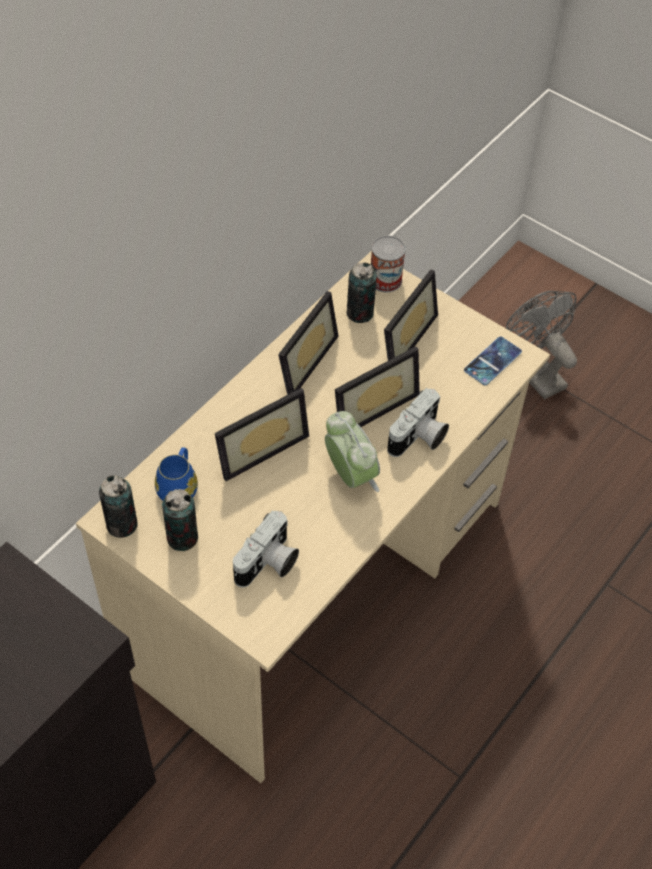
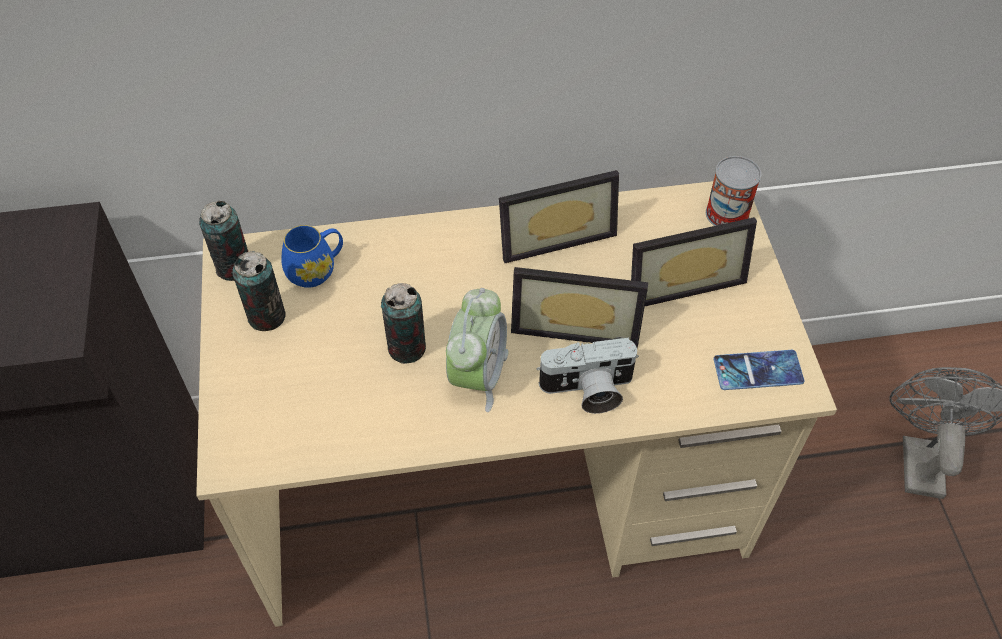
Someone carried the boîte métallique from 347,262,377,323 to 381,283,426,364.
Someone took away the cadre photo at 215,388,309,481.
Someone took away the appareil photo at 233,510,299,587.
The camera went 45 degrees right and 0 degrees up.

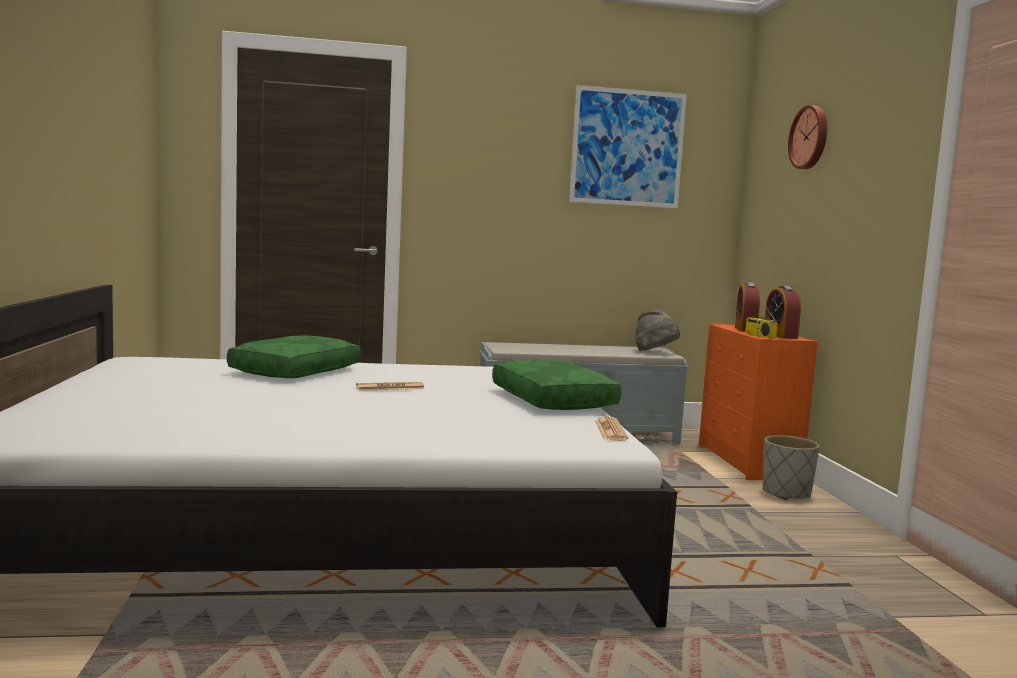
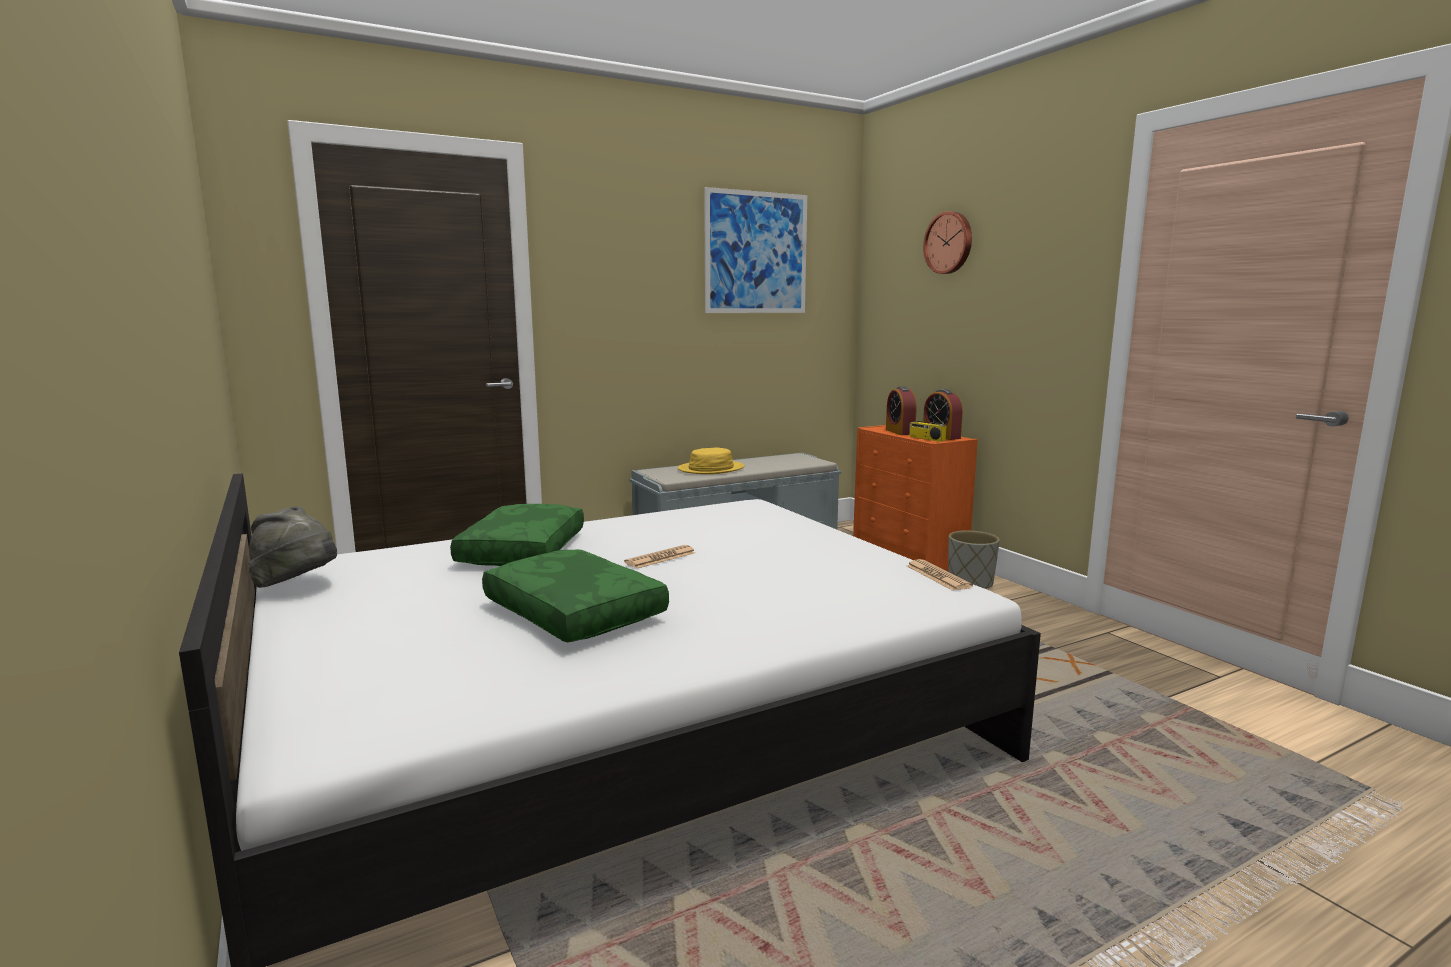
Someone carried the chapeau/gris from 635,309,680,351 to 249,506,337,588.
Someone carried the coussin/vert from 492,359,621,410 to 482,549,669,642.
Someone put down the chapeau/jaune at 678,448,744,474.
The camera went 20 degrees left and 5 degrees up.

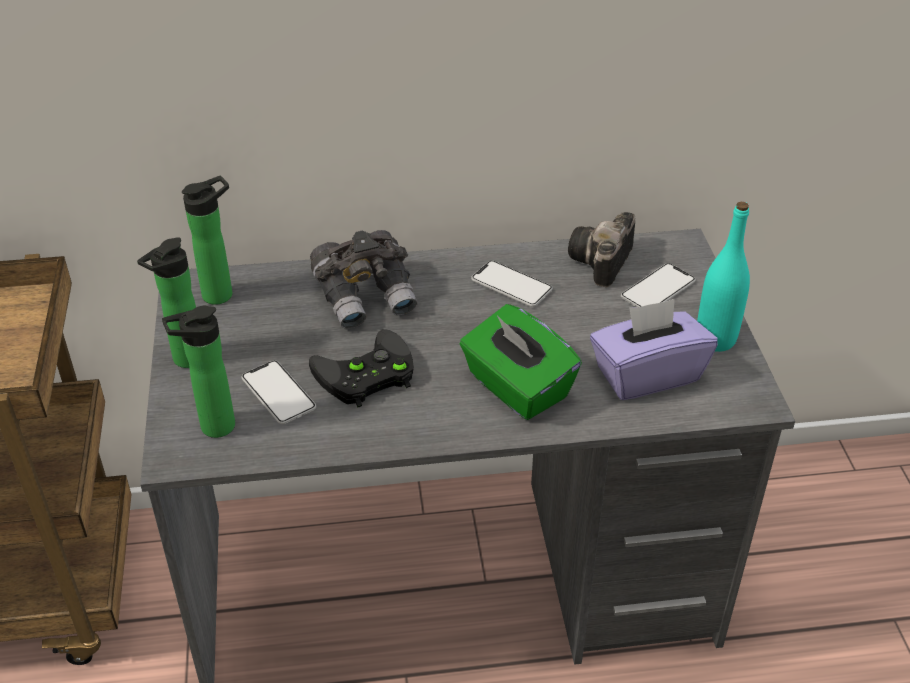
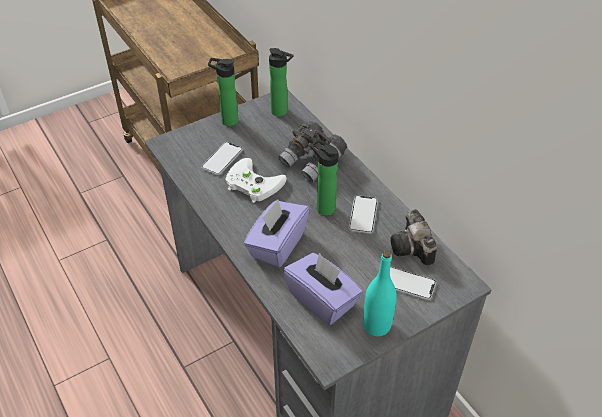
Someone rotated the appareil photo at 568,212,635,287 by 105 degrees counterclockwise.
Someone repainted the boîte à mouchoirs/vert at 460,304,582,420, which became the boîte à mouchoirs/violet at 244,199,310,267.
Someone carried the bouteille from 162,306,235,438 to 311,139,339,216.
Someone repainted the manette/noir at 309,329,414,407, which became the manette/blanc at 225,158,287,203.
The camera went 65 degrees right and 5 degrees up.

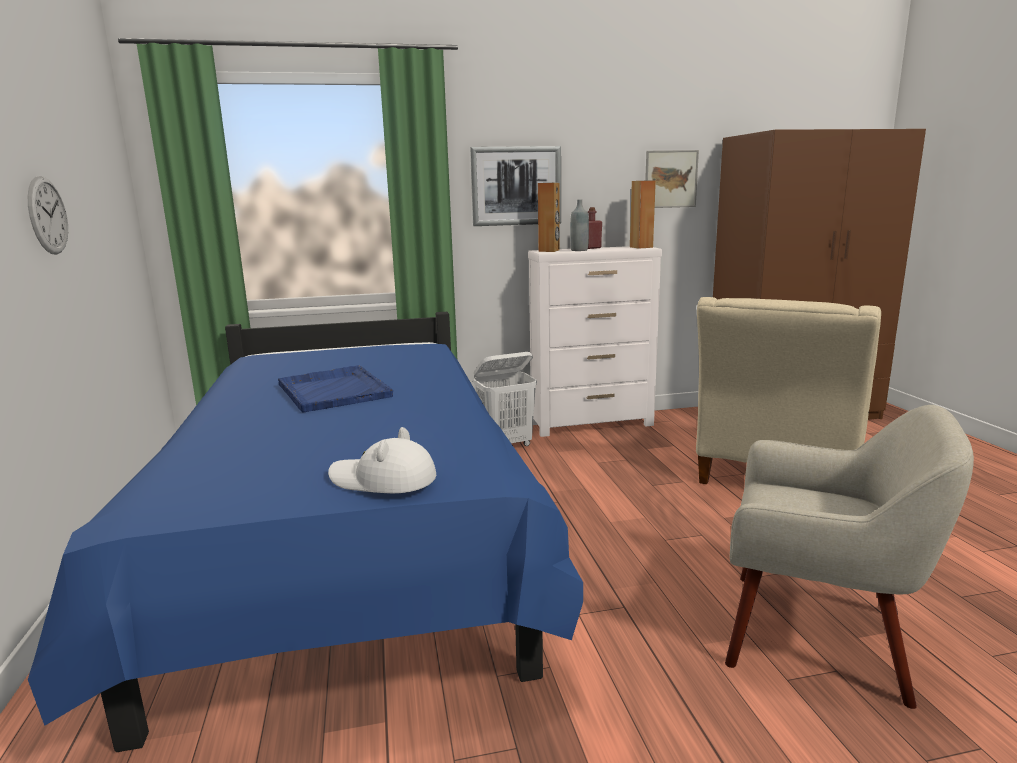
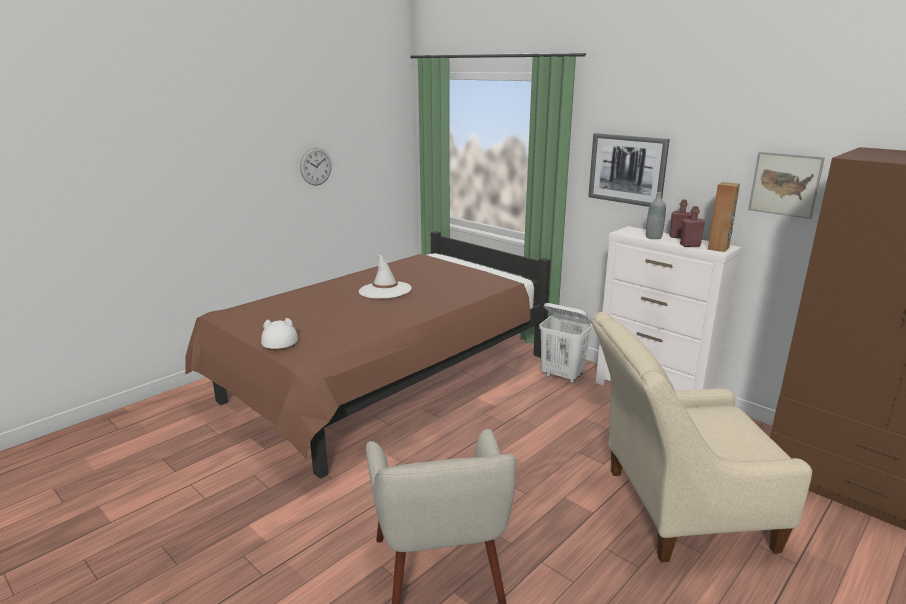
Someone took away the enceinte/marron at 538,183,560,252.
Someone repainted the lit/bleu at 28,312,583,752, which became the lit/marron at 185,231,551,479.
Someone swapped the plateau/bleu at 278,365,393,412 for the chapeau/blanc at 359,255,412,299.
Someone put down the bouteille/rouge at 680,206,705,247.
The camera went 55 degrees right and 5 degrees up.

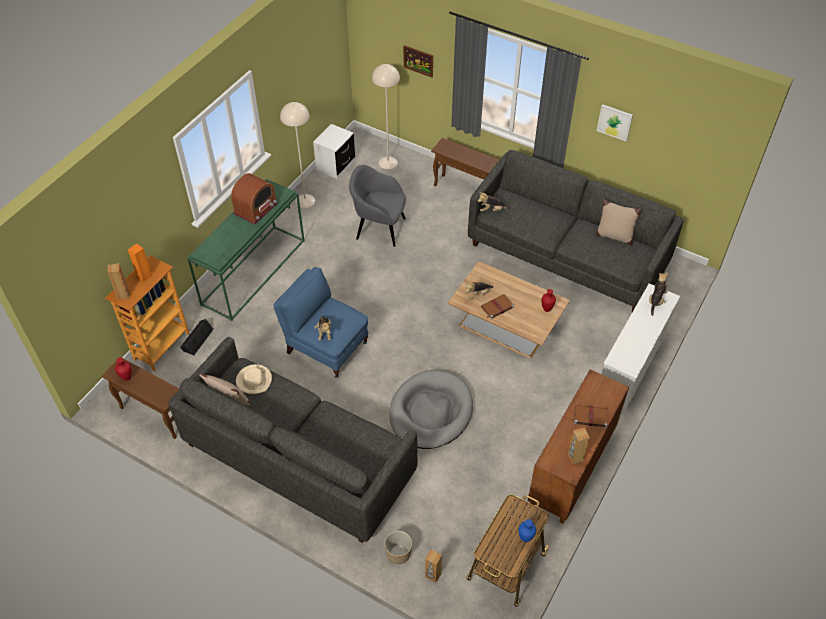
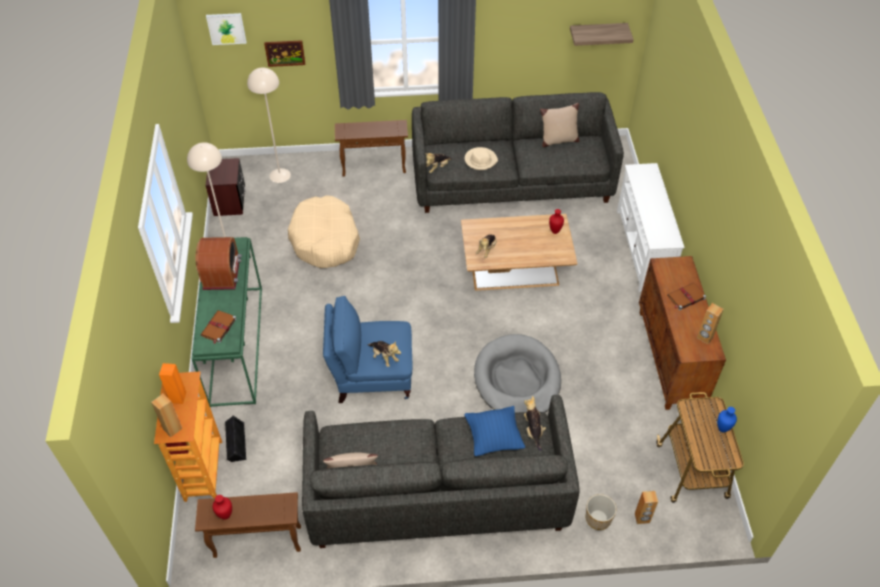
Someone carried the tableau from 597,104,633,141 to 206,13,247,45.
Someone repainted the table de chevet/blanc at 313,124,355,179, which became the table de chevet/marron at 205,158,245,216.
Someone swapped the fauteuil/gris at 349,165,406,247 for the panier pour chien/beige at 288,195,360,268.
Someone carried the peluche from 649,272,668,316 to 524,396,546,451.
Someone carried the livre/marron from 481,294,514,319 to 201,310,237,344.
Someone carried the chapeau/beige from 236,364,272,394 to 465,147,498,170.
Someone put up the étagère at 570,23,634,46.
Someone put down the coussin/bleu at 464,406,525,456.
The camera went 35 degrees left and 0 degrees up.

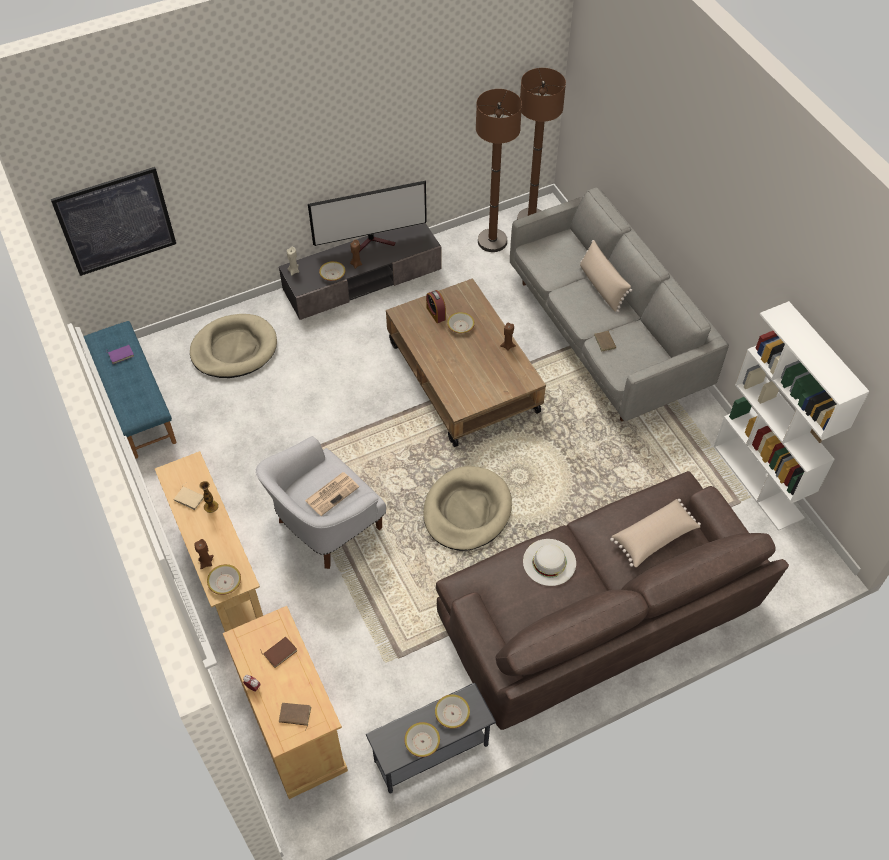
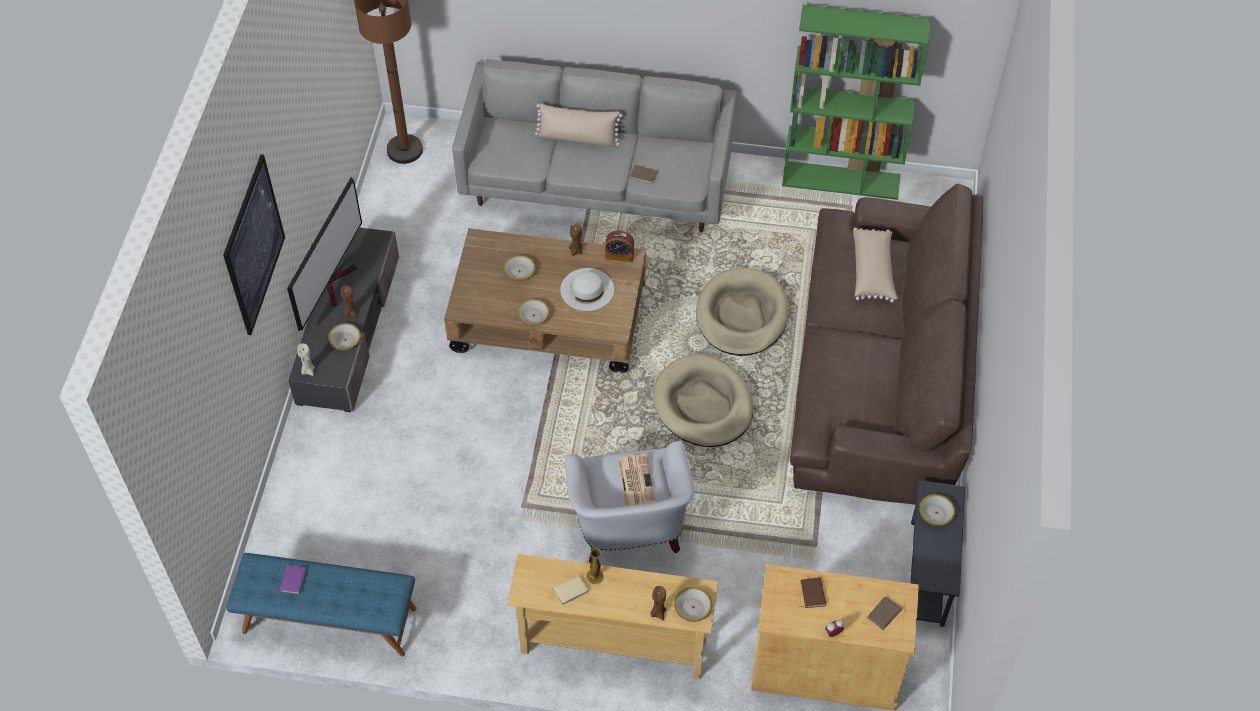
Someone took away the lampadaire/marron at 476,89,522,252.
Someone carried the tableau from 51,167,176,276 to 223,154,285,335.
Someone carried the réveil from 426,290,446,323 to 605,231,634,262.
Someone repainted the bibliothèque/blanc at 714,301,870,531, which became the bibliothèque/vert at 782,4,930,200.
Someone carried the panier pour chien/beige from 190,314,277,378 to 696,268,789,356.
Someone carried the chapeau/blanc from 523,539,576,586 to 560,268,614,311.
Someone carried the bol from 404,722,440,757 to 517,299,550,326.
The camera went 55 degrees left and 0 degrees up.

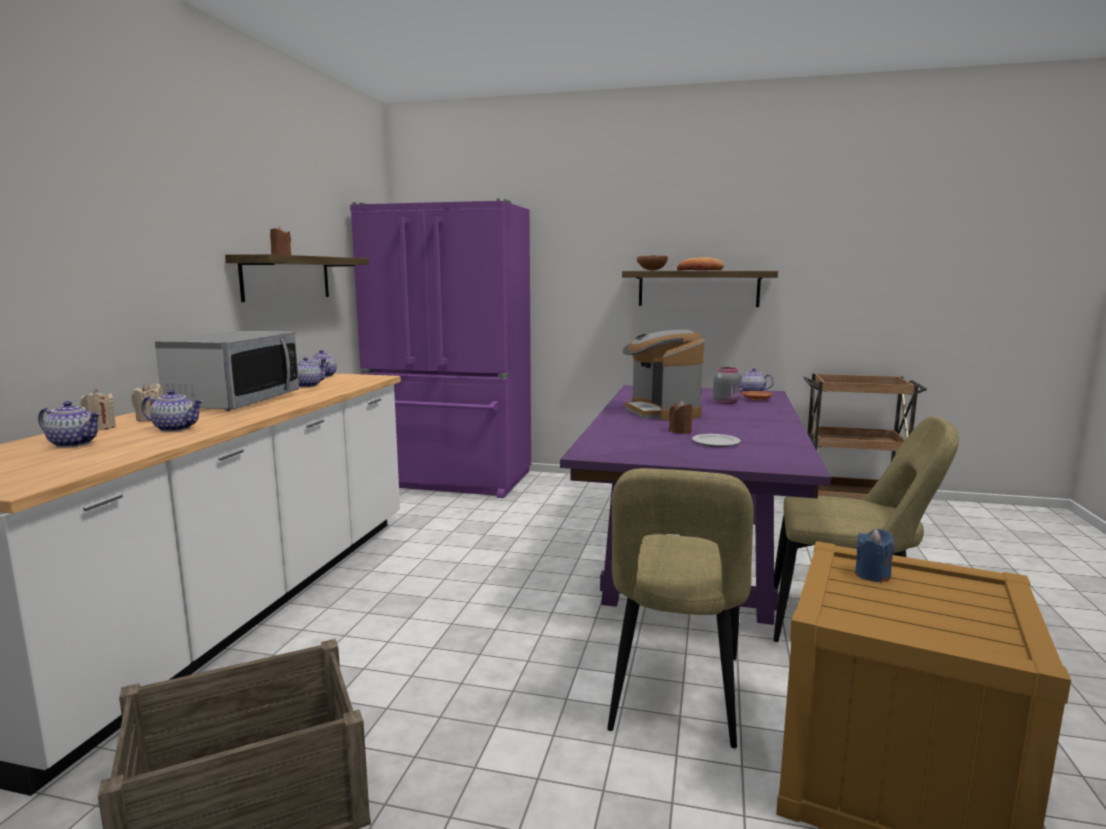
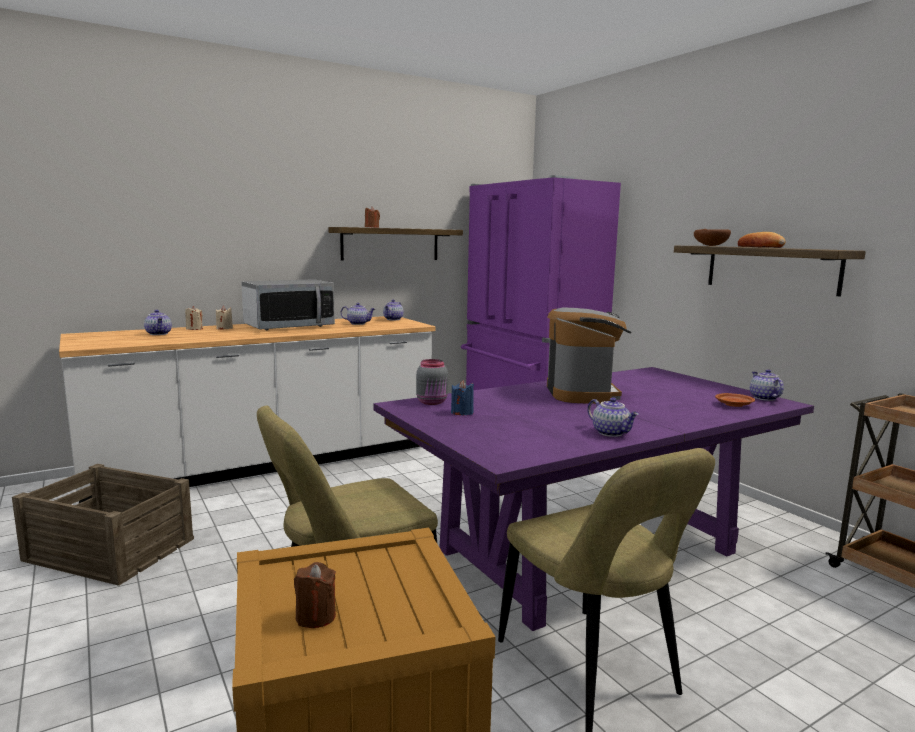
Someone rotated the machine à café at 623,330,704,421 by 150 degrees clockwise.
Someone carried the bocal/gris from 713,367,741,404 to 416,359,448,405.
Someone carried the théière from 142,390,203,432 to 587,397,639,437.
Someone carried the bougie/marron from 669,400,693,434 to 294,562,336,628.
Someone took away the assiette at 692,434,741,447.
Someone carried the bougie/bleu from 855,529,895,582 to 451,380,474,415.
The camera went 45 degrees right and 0 degrees up.

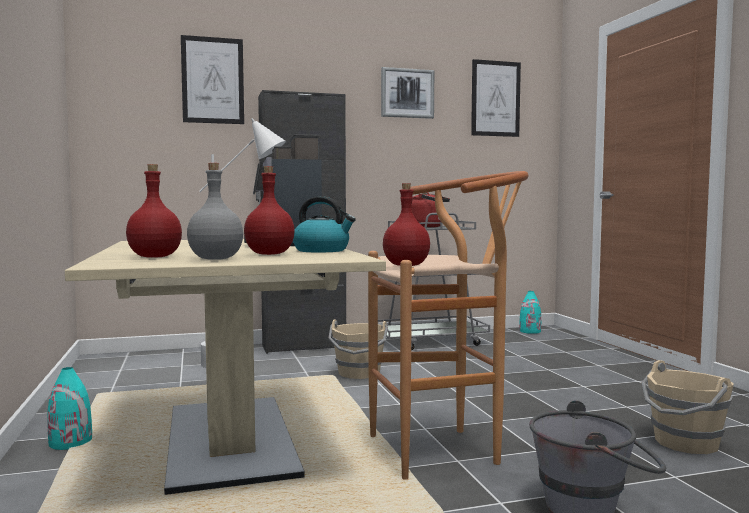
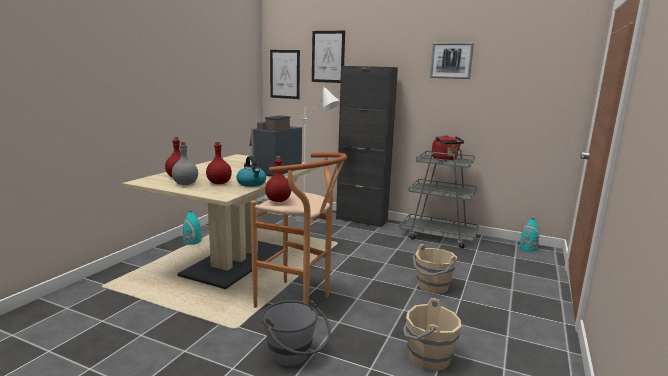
Someone carried the tableau from 471,59,521,137 to 270,50,300,99.
Someone carried the seau/beige from 328,319,388,379 to 413,244,457,294.
The camera went 40 degrees right and 10 degrees up.

